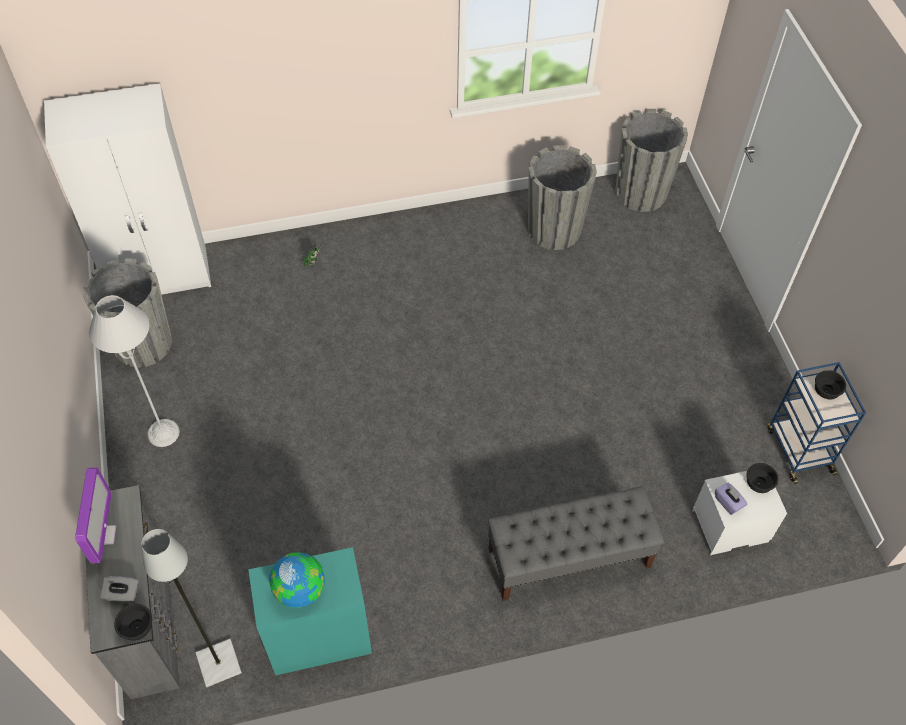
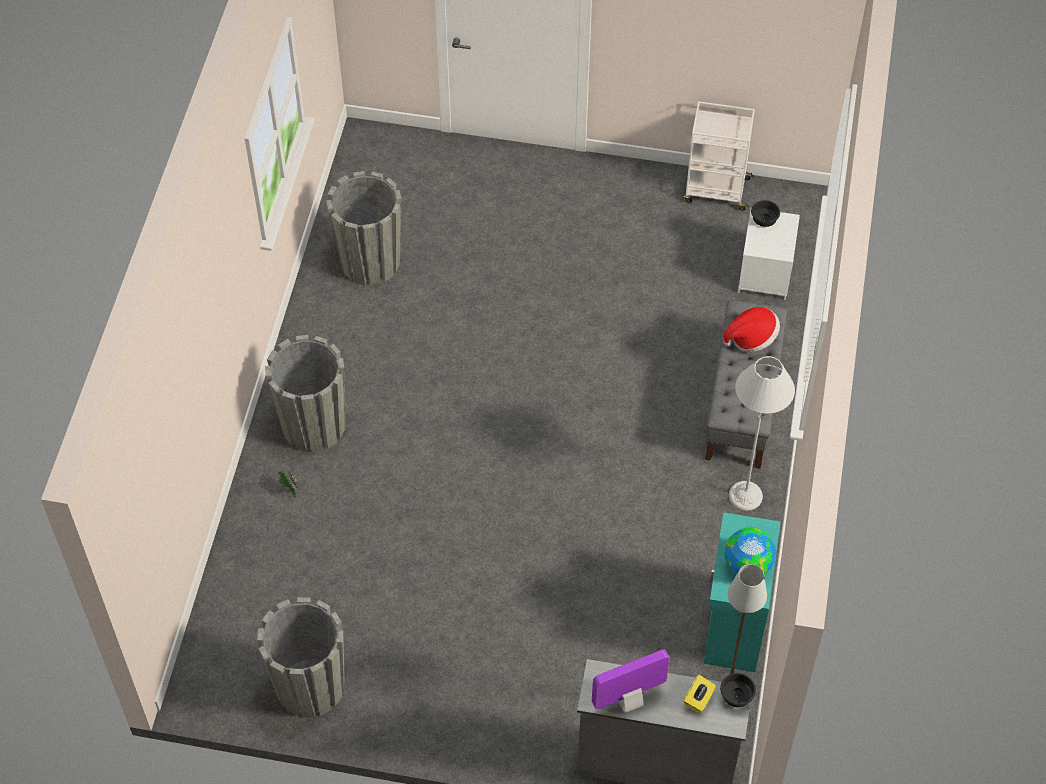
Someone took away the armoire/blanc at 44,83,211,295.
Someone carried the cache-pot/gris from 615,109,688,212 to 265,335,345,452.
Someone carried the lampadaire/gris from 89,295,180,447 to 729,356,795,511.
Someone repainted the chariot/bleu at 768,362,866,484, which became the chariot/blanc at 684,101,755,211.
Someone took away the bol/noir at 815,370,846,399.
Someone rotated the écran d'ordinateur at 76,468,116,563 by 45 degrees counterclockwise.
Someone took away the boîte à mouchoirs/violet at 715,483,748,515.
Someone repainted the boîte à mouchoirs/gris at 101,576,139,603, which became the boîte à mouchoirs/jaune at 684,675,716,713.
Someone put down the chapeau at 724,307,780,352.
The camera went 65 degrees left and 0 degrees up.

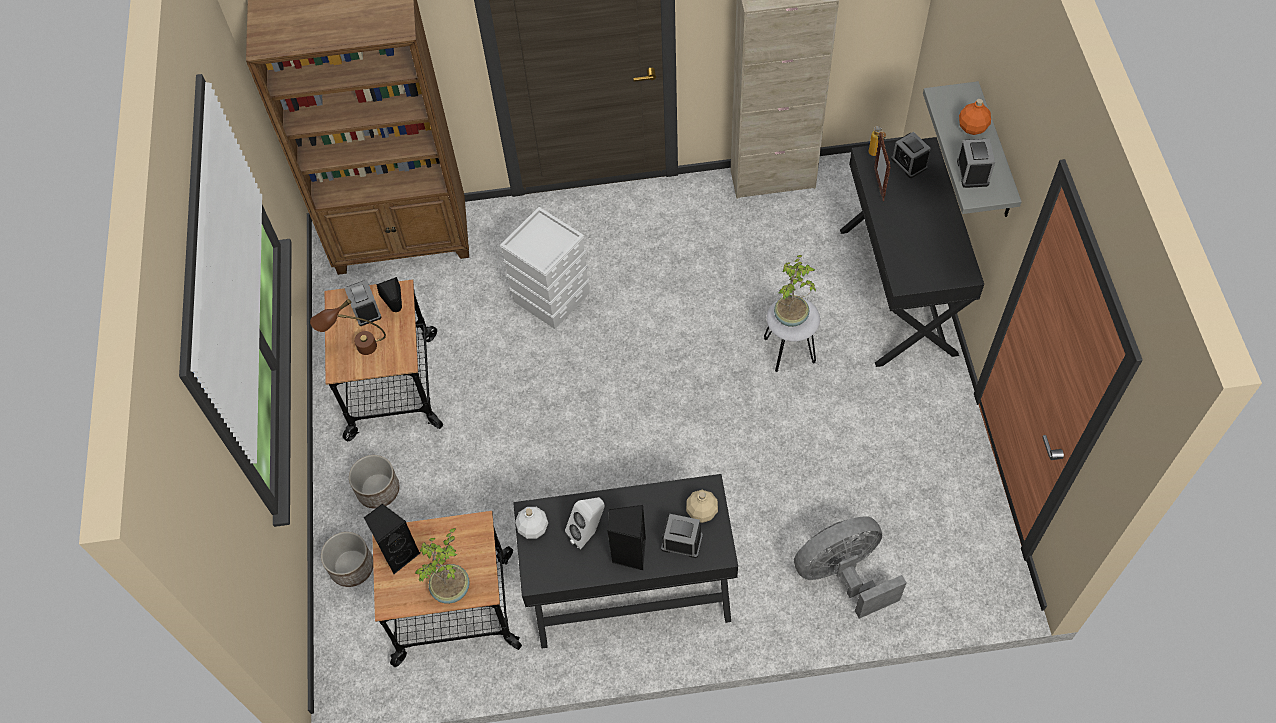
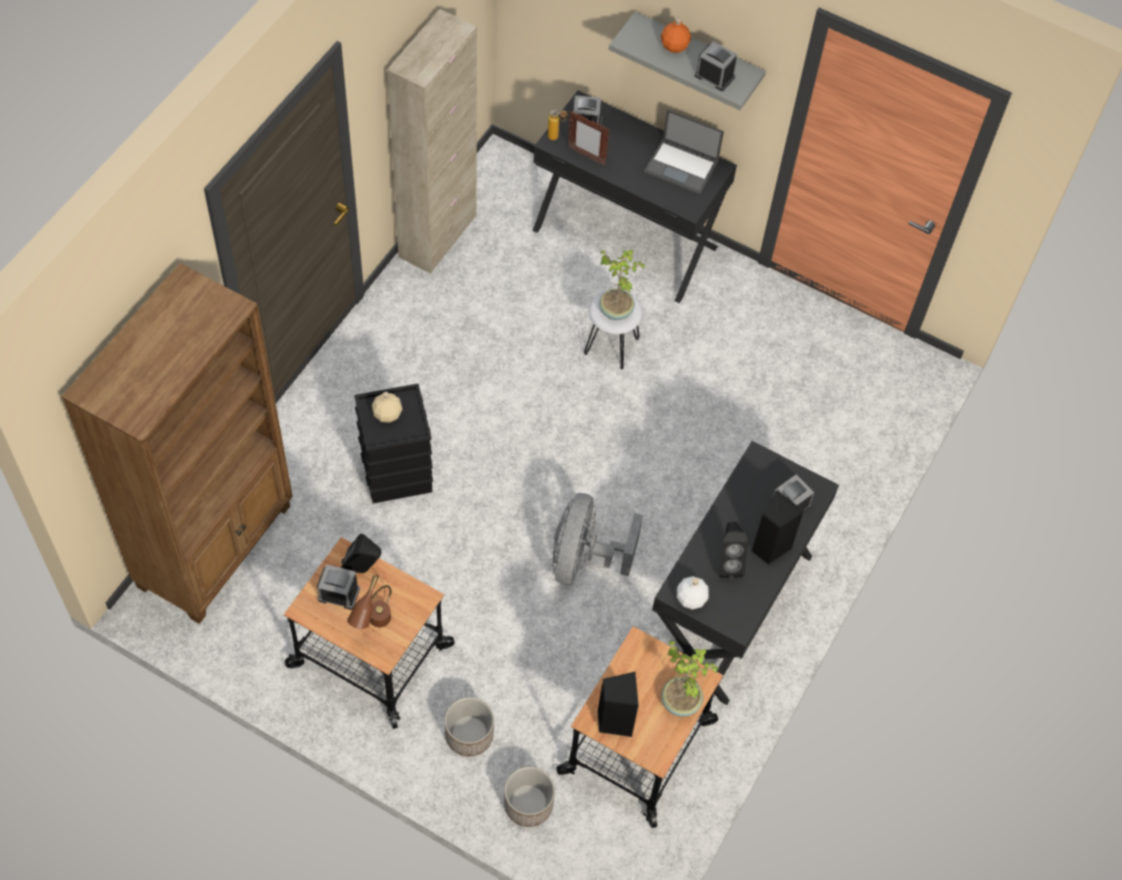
Someone repainted the boîte de rangement/blanc at 500,207,590,329, which became the boîte de rangement/noir at 354,384,433,503.
Someone carried the bouteille/beige from 686,490,718,523 to 372,392,402,423.
Someone repainted the enceinte/blanc at 565,497,605,550, which became the enceinte/noir at 719,522,748,579.
Someone carried the ventilateur/gris from 794,516,907,619 to 553,493,643,585.
Someone put down the ordinateur portable at 644,110,724,194.
The camera went 60 degrees left and 0 degrees up.

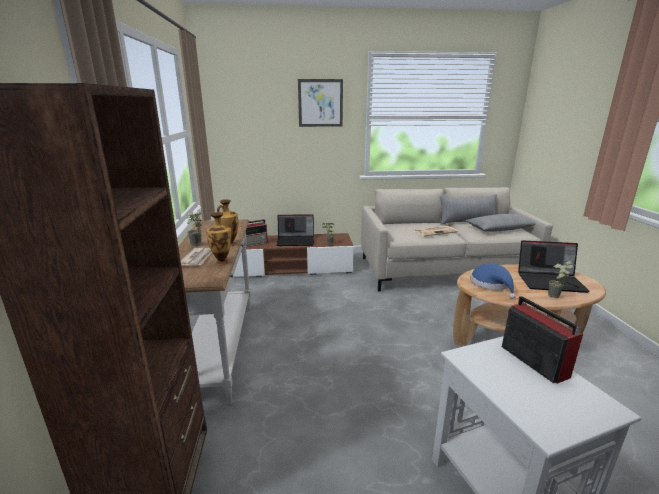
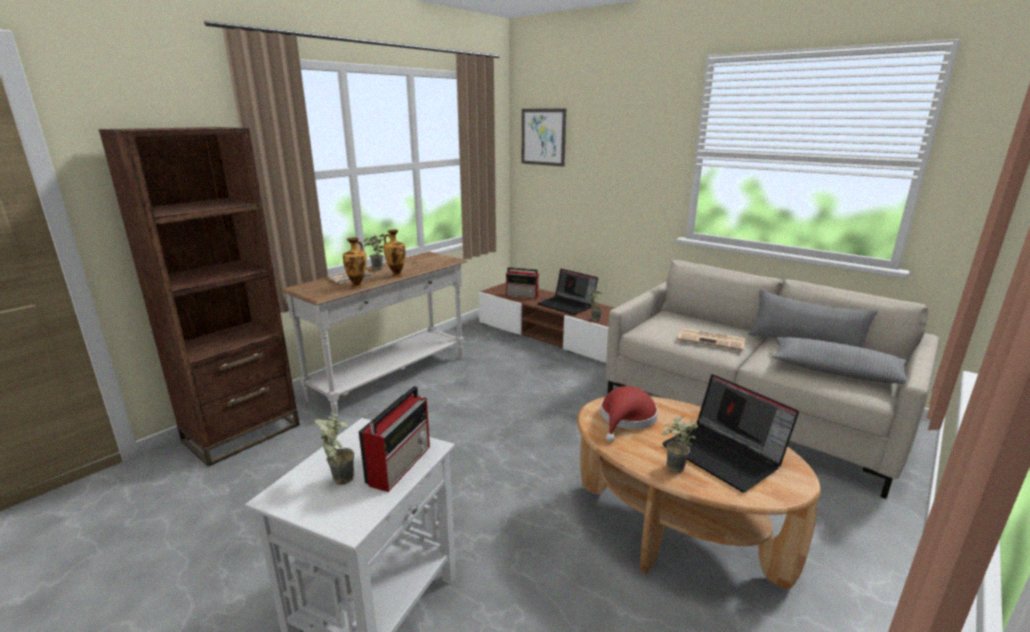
Someone carried the tableau from 298,79,343,127 to 522,108,566,167.
Someone repainted the chapeau/bleu at 470,263,516,299, which became the chapeau/rouge at 601,386,658,442.
Someone put down the plante en pot at 314,412,354,485.
The camera went 45 degrees right and 0 degrees up.

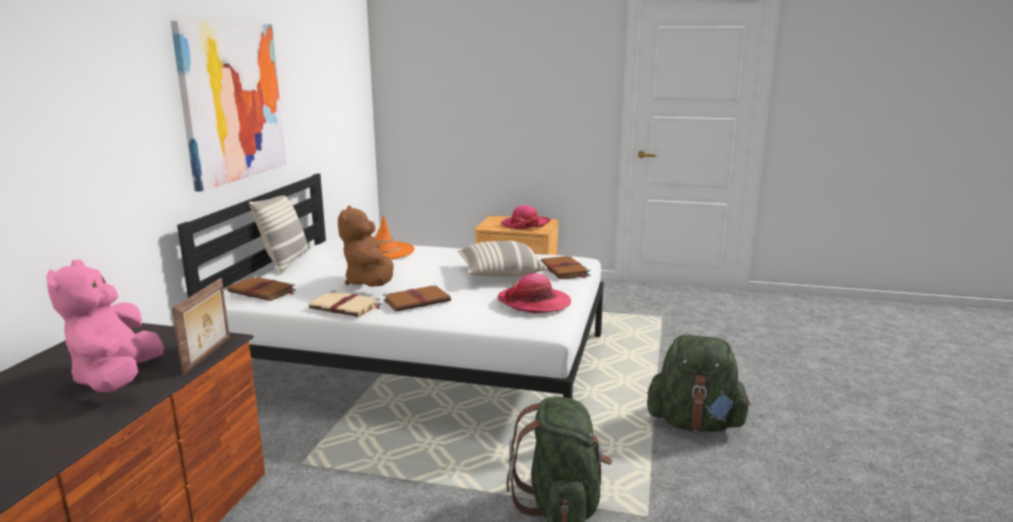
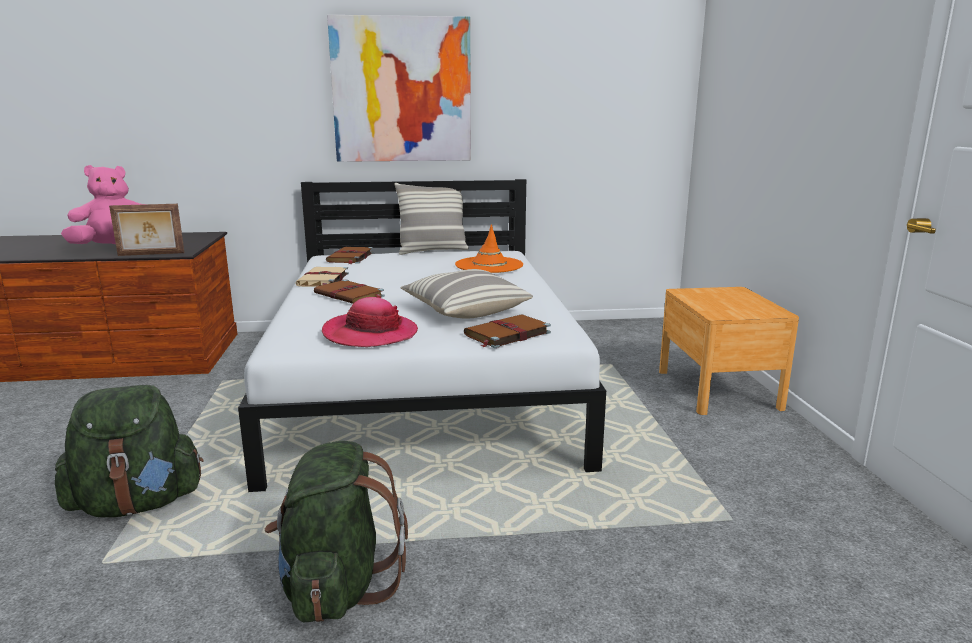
Someone took away the chapeau at 501,205,551,229.
Someone took away the peluche/marron at 338,206,394,287.
The camera went 70 degrees right and 0 degrees up.

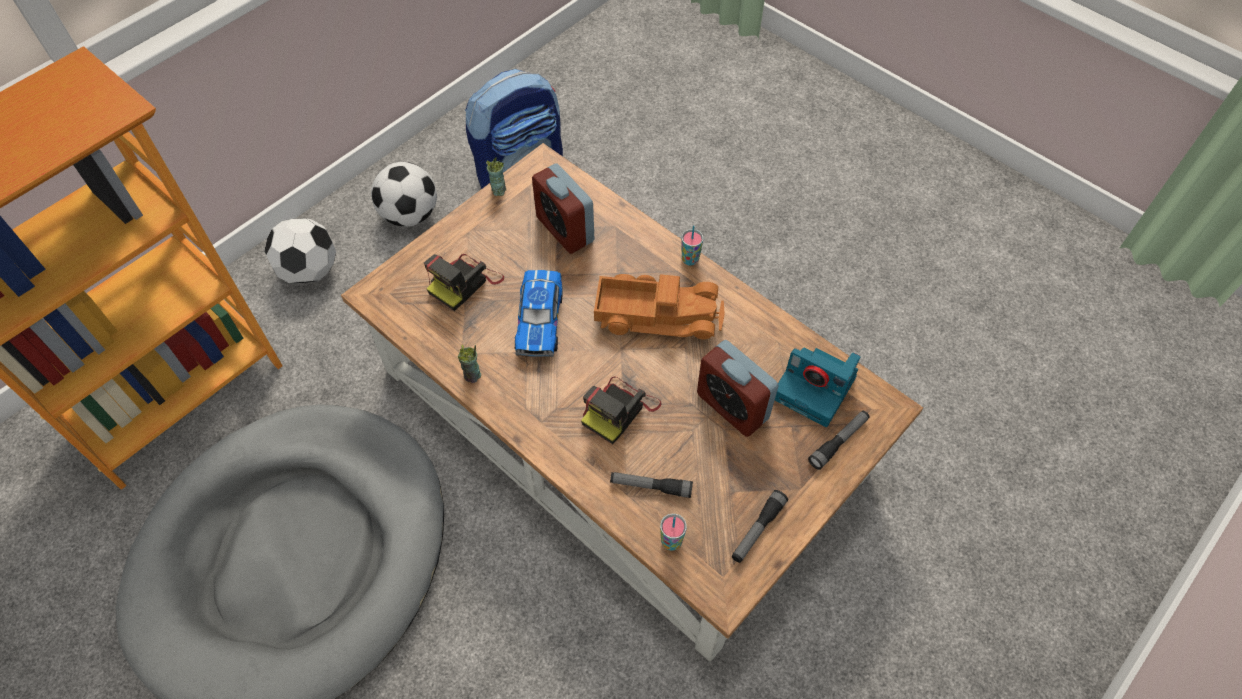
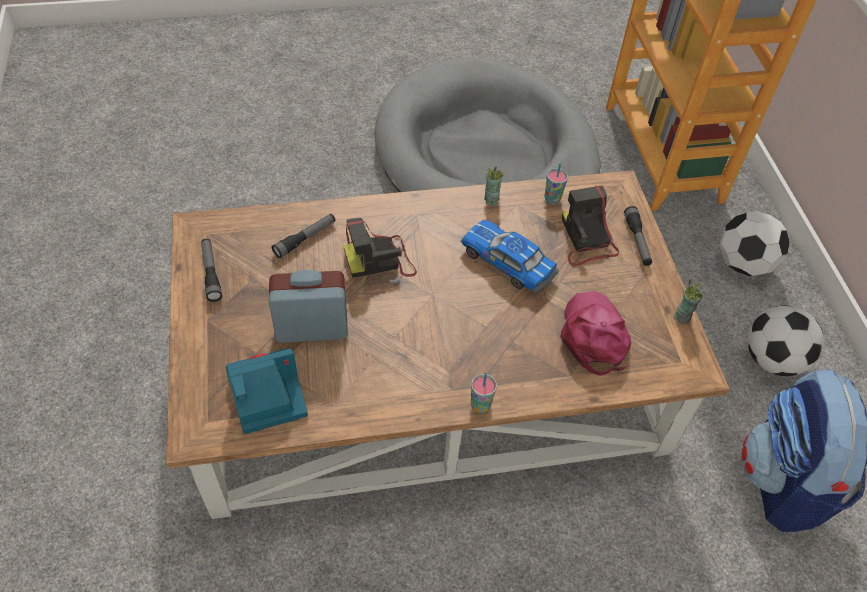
Someone swapped the réveil at 532,163,594,254 for the casquette/rose at 560,291,631,376.
Someone took away the camion jouet at 594,274,724,339.
Someone rotated the appareil photo at 581,377,662,444 by 90 degrees counterclockwise.
Someone carried the lampe de poche from 808,411,870,470 to 624,206,652,266.
Someone carried the tasse from 660,514,687,550 to 544,163,568,205.
The camera went 125 degrees right and 5 degrees down.

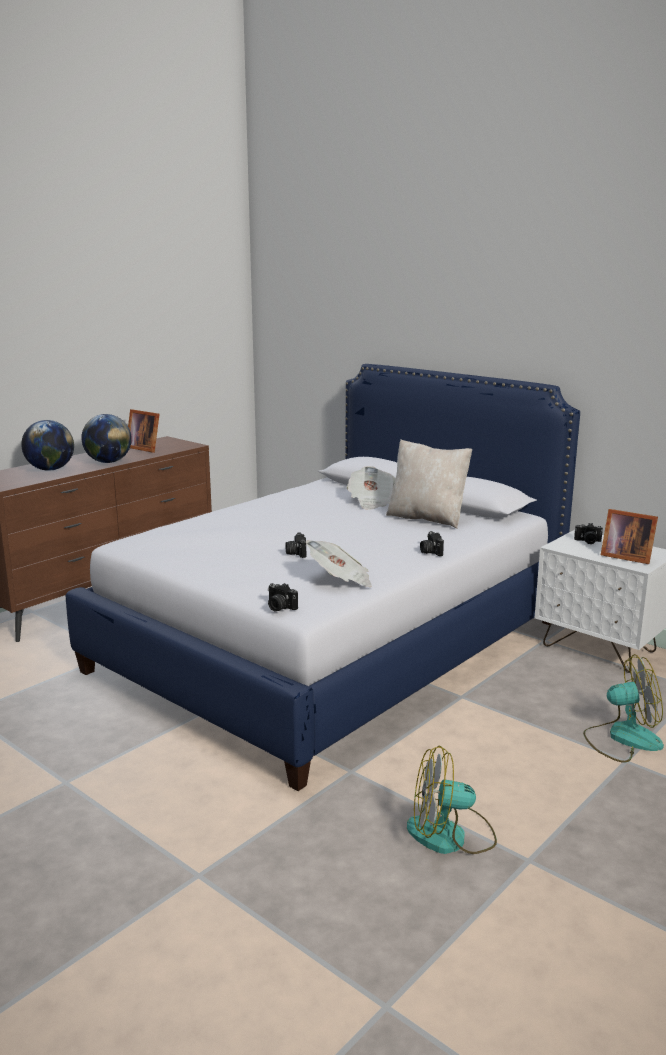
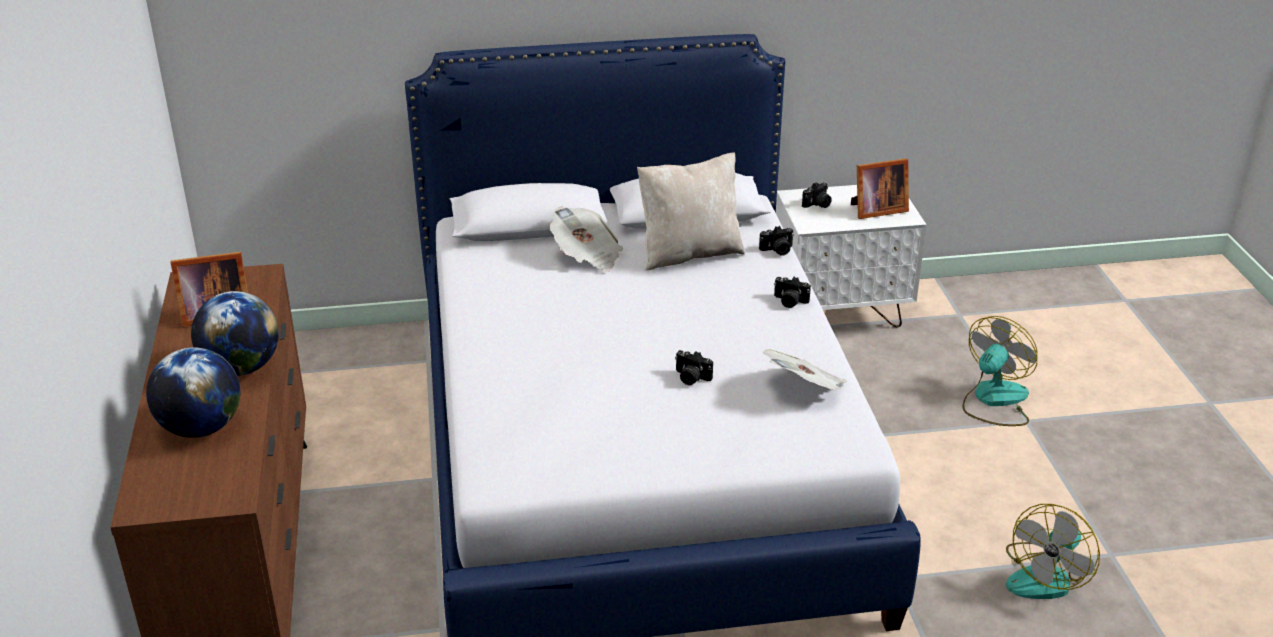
Someone carried the appareil photo from 268,583,298,611 to 759,226,794,256.
The camera went 50 degrees left and 15 degrees up.

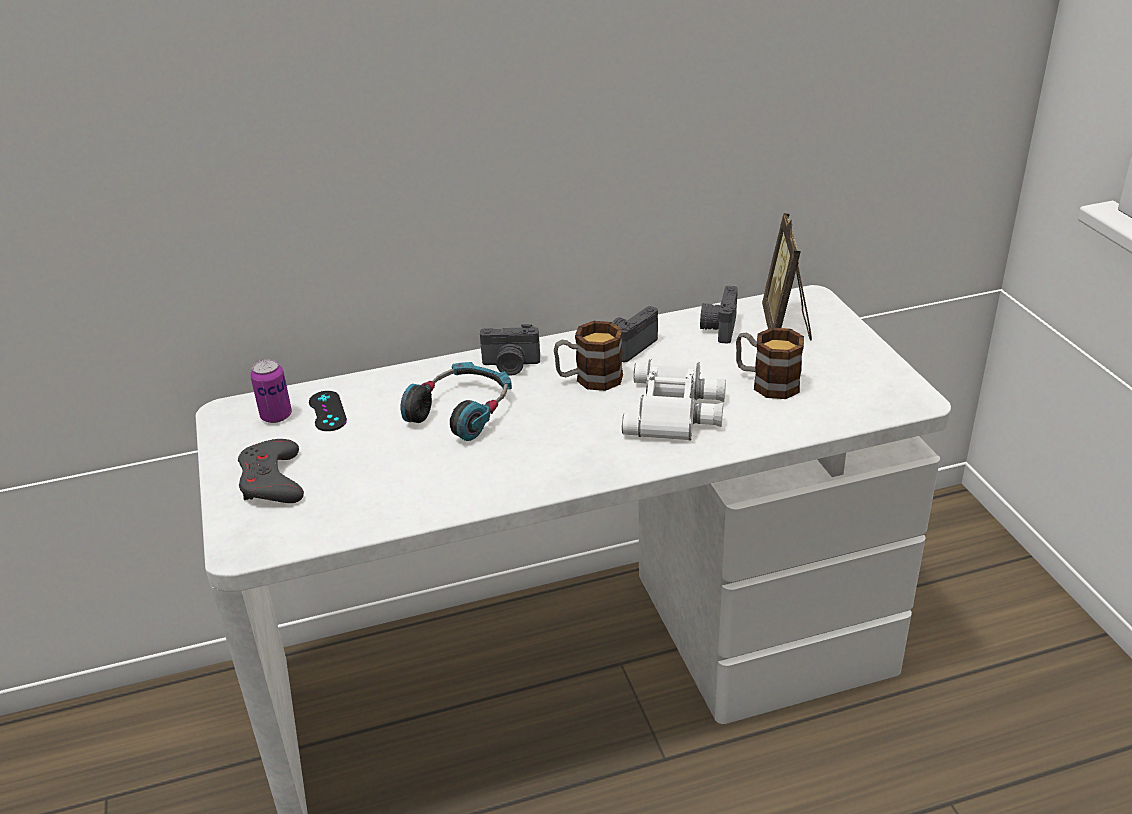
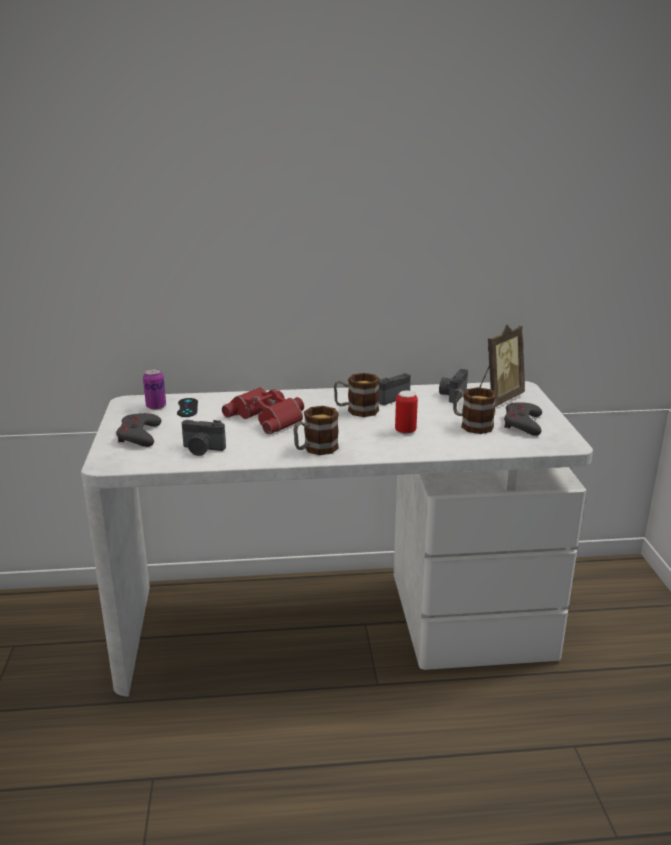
Someone rotated the cadre photo at 762,213,812,341 by 150 degrees counterclockwise.
Someone carried the appareil photo from 480,324,540,376 to 182,420,226,456.
Someone swapped the jumelles/blanc at 622,359,726,441 for the boîte métallique at 395,391,418,434.
Someone swapped the casque audio at 400,362,512,441 for the jumelles/rouge at 222,387,304,434.
Someone put down the manette/gris at 504,403,542,436.
Someone put down the mug at 293,406,339,455.
The camera went 10 degrees right and 10 degrees down.

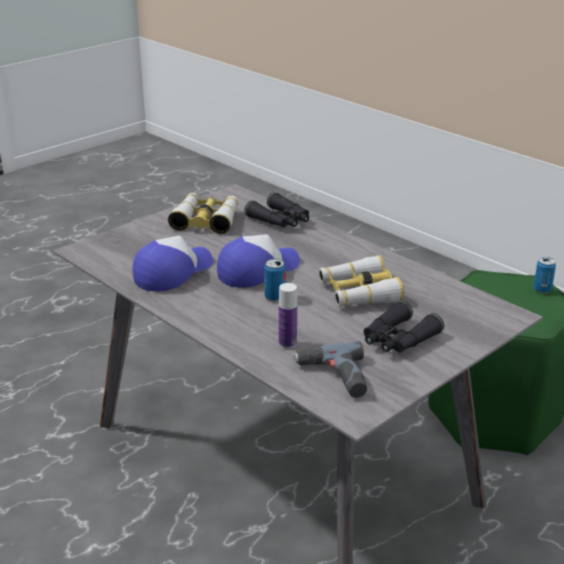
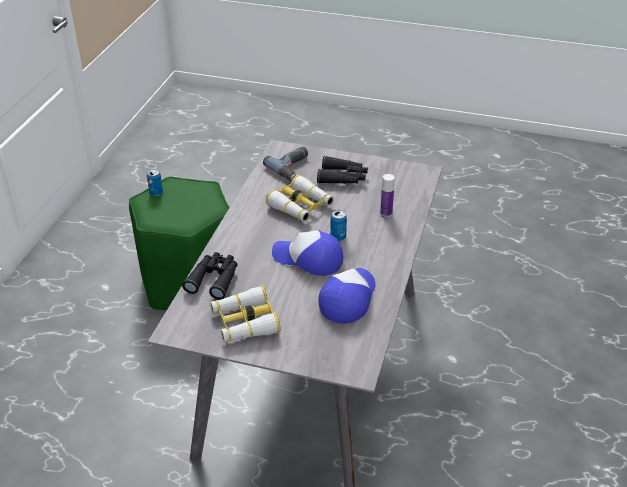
Someone rotated the casquette at 132,235,213,291 by 105 degrees clockwise.
Someone carried the perceuse from 293,341,367,398 to 263,147,308,181.
The camera went 120 degrees left and 10 degrees up.

